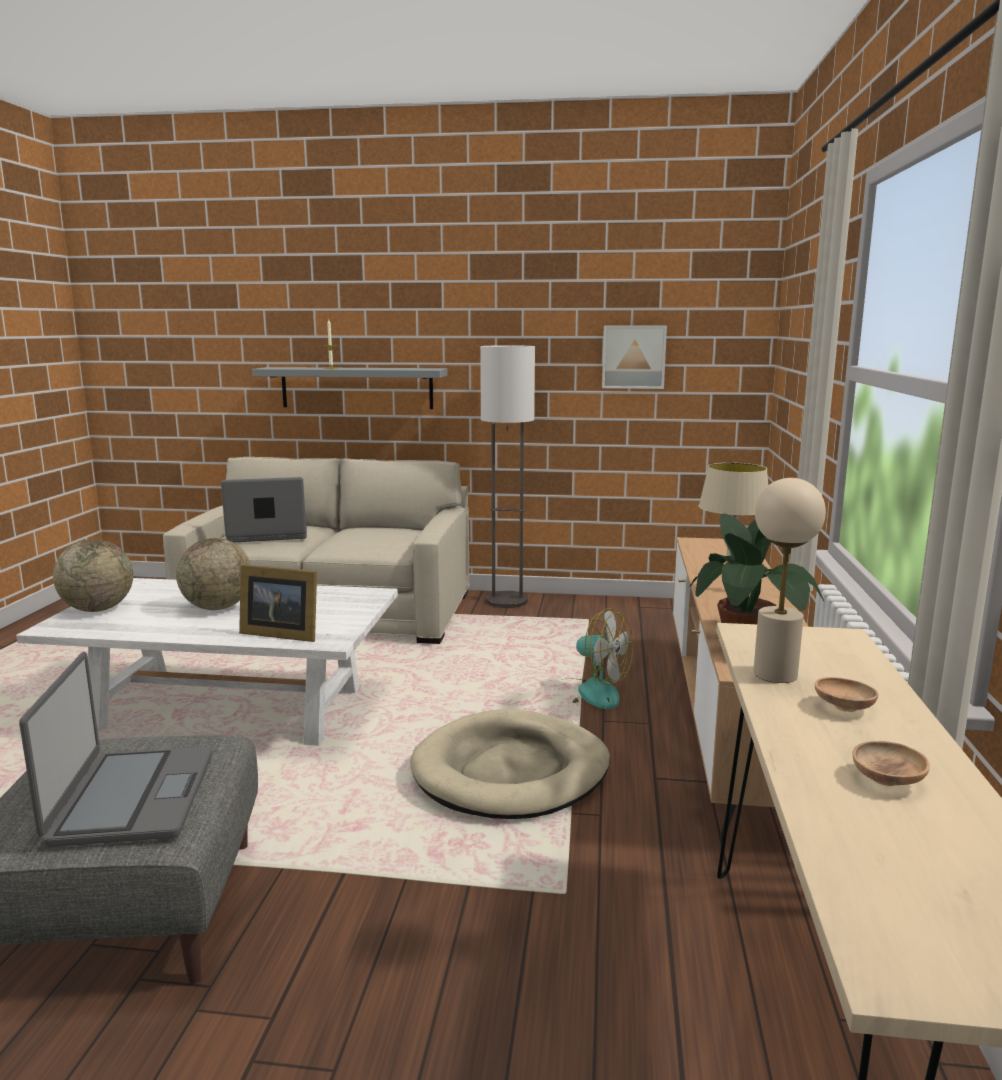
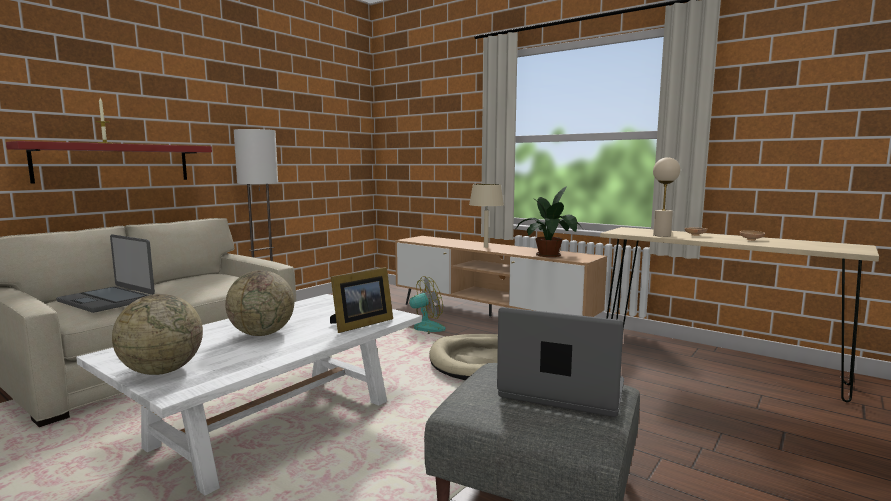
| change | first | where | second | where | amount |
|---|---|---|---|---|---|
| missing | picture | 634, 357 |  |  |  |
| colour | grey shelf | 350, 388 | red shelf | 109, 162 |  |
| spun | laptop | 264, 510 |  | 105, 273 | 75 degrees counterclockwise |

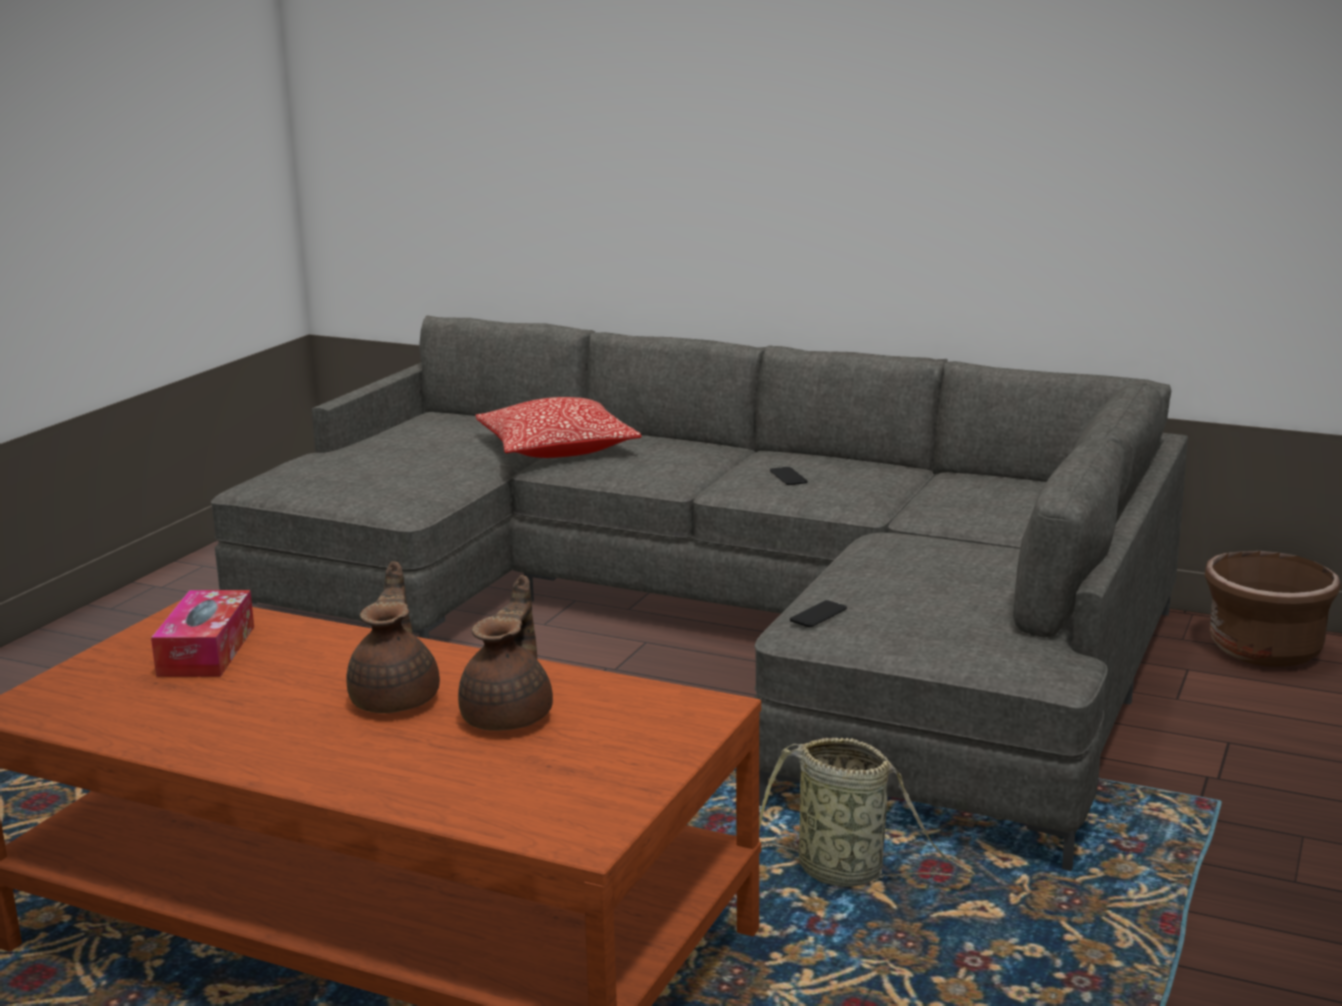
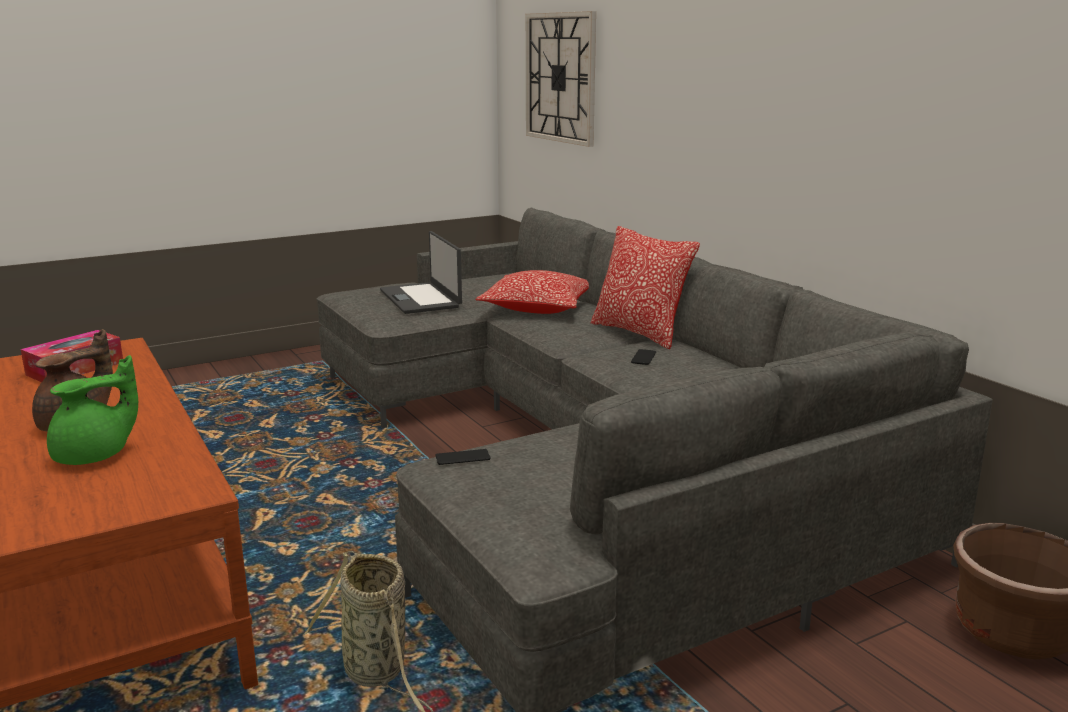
| change | first | where | second | where | amount |
|---|---|---|---|---|---|
| colour | brown teapot | 505, 653 | green teapot | 92, 410 |  |
| appeared |  |  | wall clock | 561, 79 |  |
| appeared |  |  | pillow | 645, 288 |  |
| appeared |  |  | laptop | 421, 272 |  |

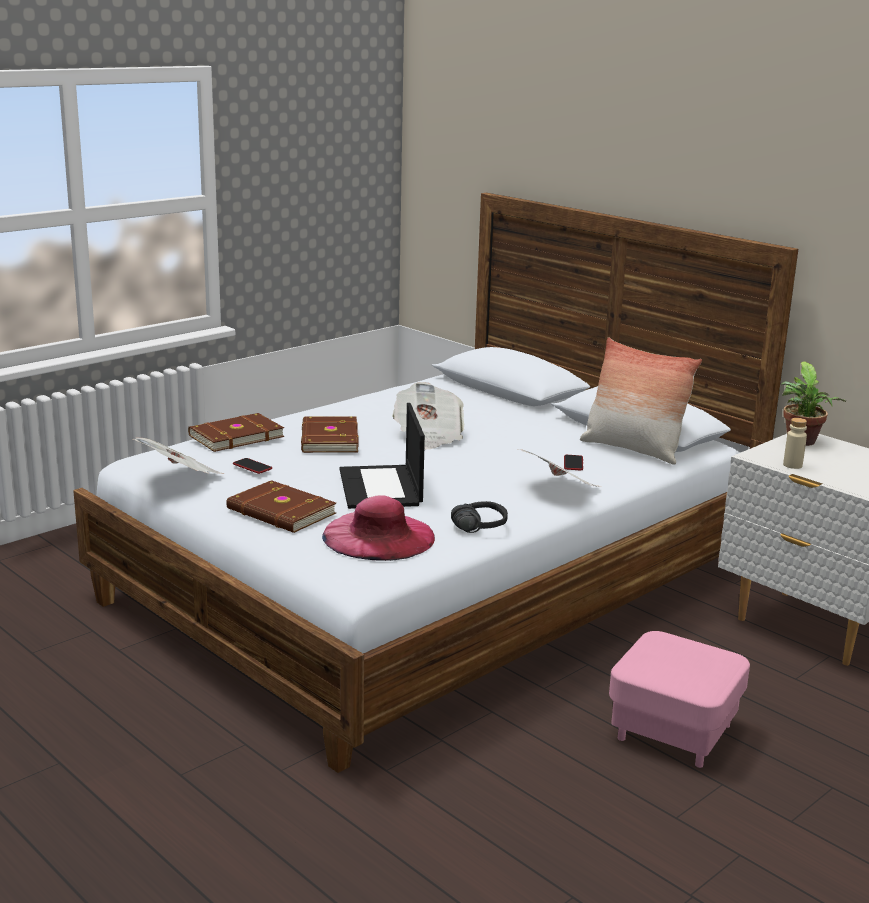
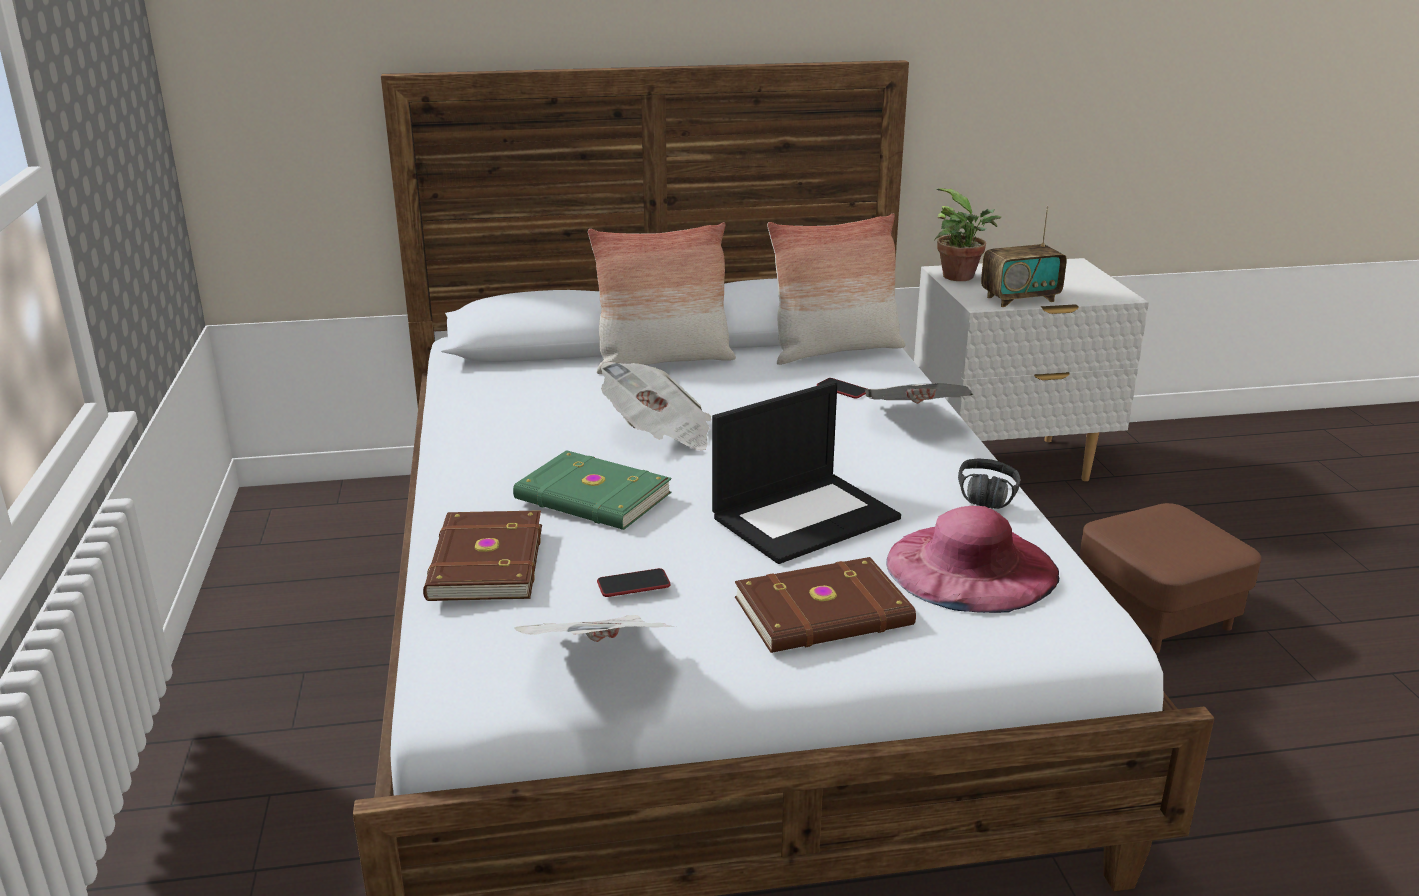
| change | first | where | second | where | amount |
|---|---|---|---|---|---|
| spun | laptop | 382, 456 |  | 806, 472 | 60 degrees counterclockwise |
| colour | brown book | 329, 434 | green book | 592, 490 |  |
| exchanged | beige bottle | 795, 443 | radio | 1024, 256 |  |
| colour | pink ottoman | 679, 699 | brown ottoman | 1170, 578 |  |
| appeared |  |  | pillow | 662, 298 |  |

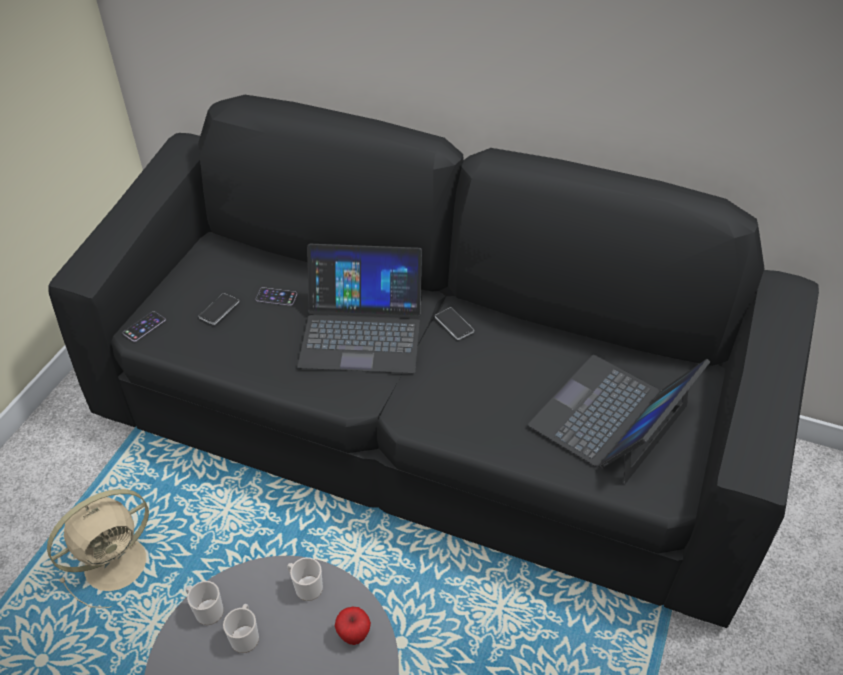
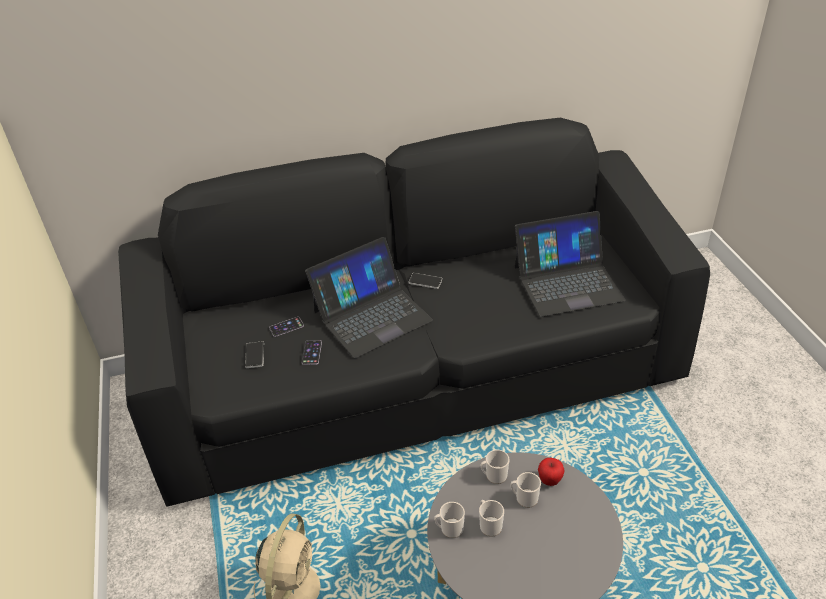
| change | first | where | second | where | amount |
|---|---|---|---|---|---|
| relocated | phone | 144, 326 |  | 312, 352 |  |
| spun | laptop | 619, 419 |  | 570, 264 | 105 degrees counterclockwise |
| appeared |  |  | mug | 526, 490 |  |

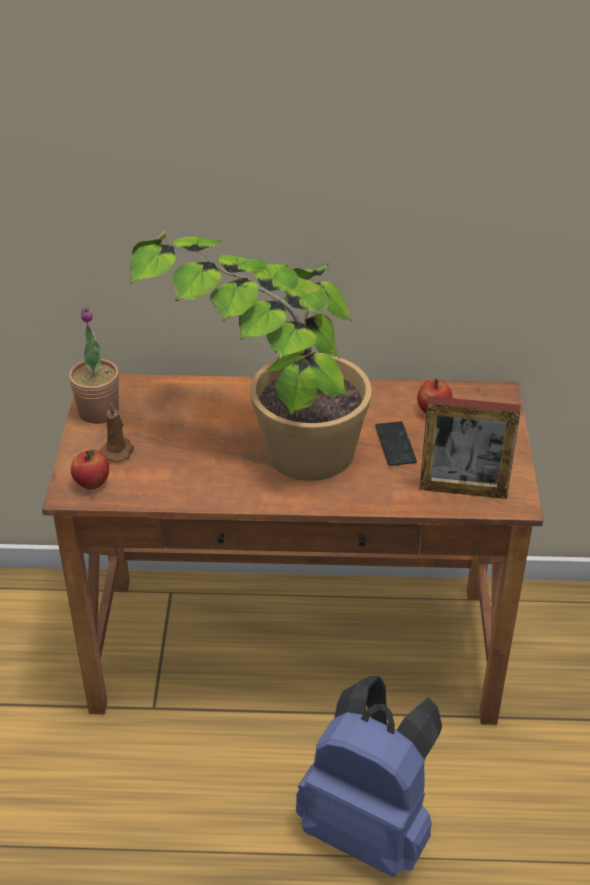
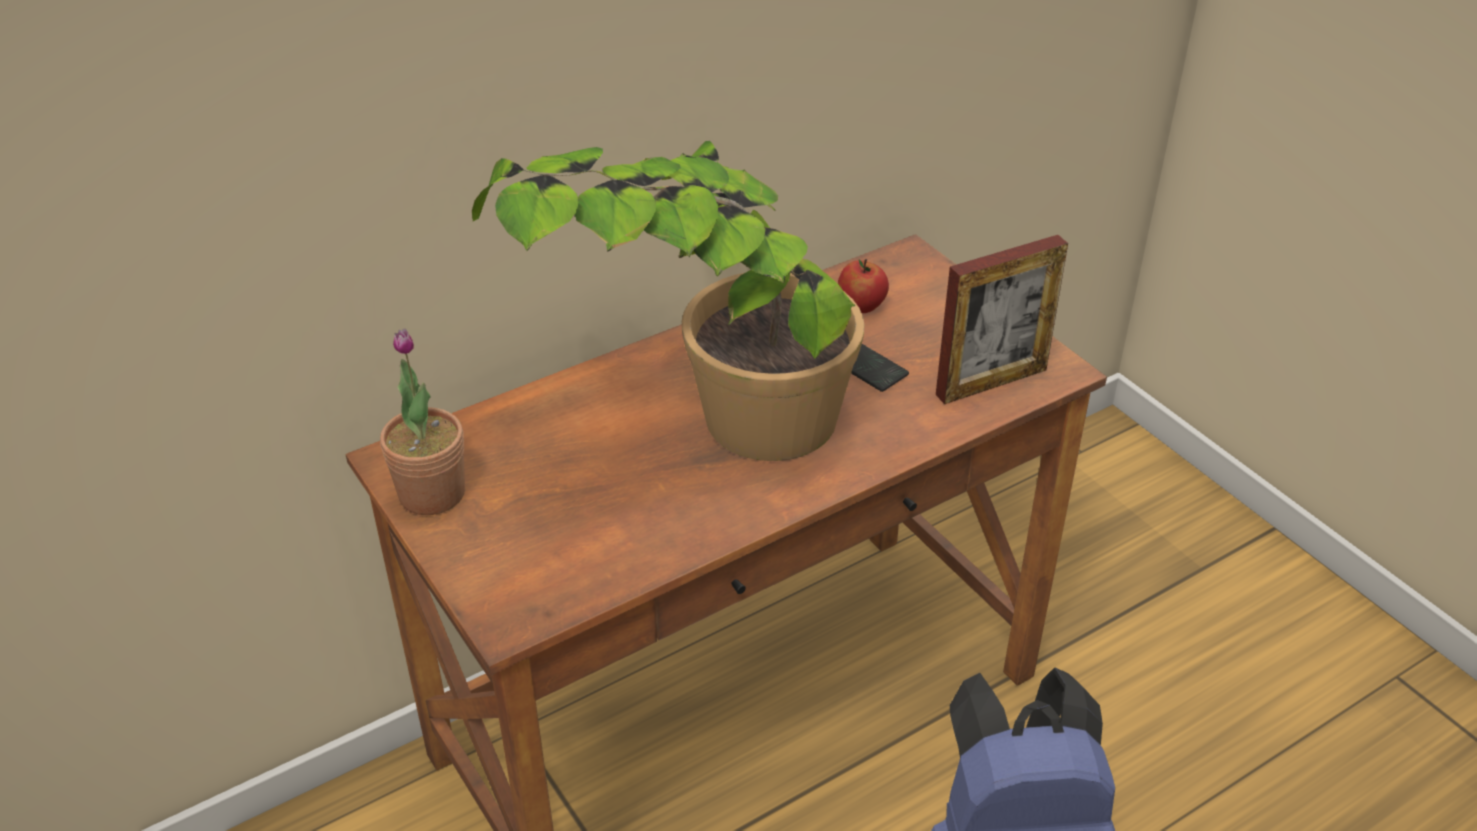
| change | first | where | second | where | amount |
|---|---|---|---|---|---|
| missing | brown candle | 117, 433 |  |  |  |
| missing | apple | 90, 470 |  |  |  |

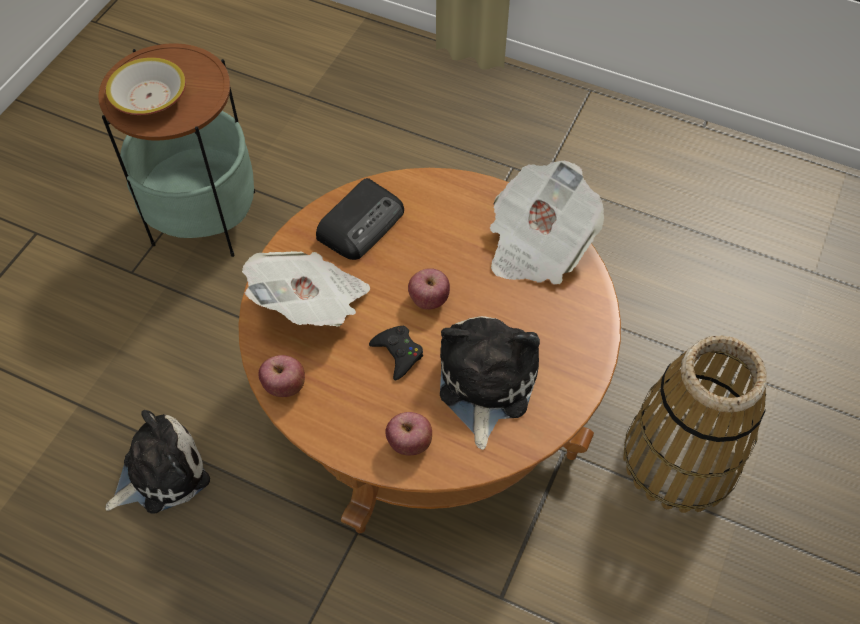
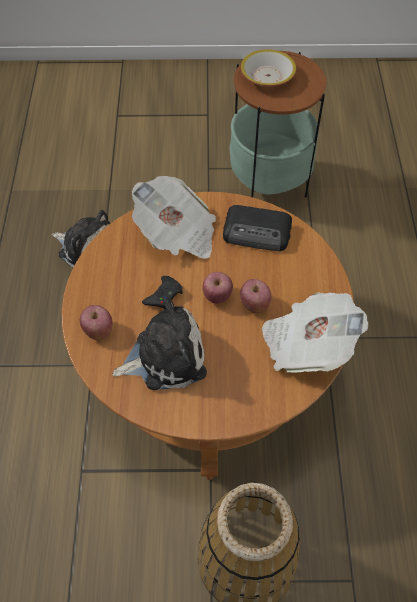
| change | first | where | second | where | amount |
|---|---|---|---|---|---|
| relocated | apple | 281, 376 |  | 255, 296 |  |

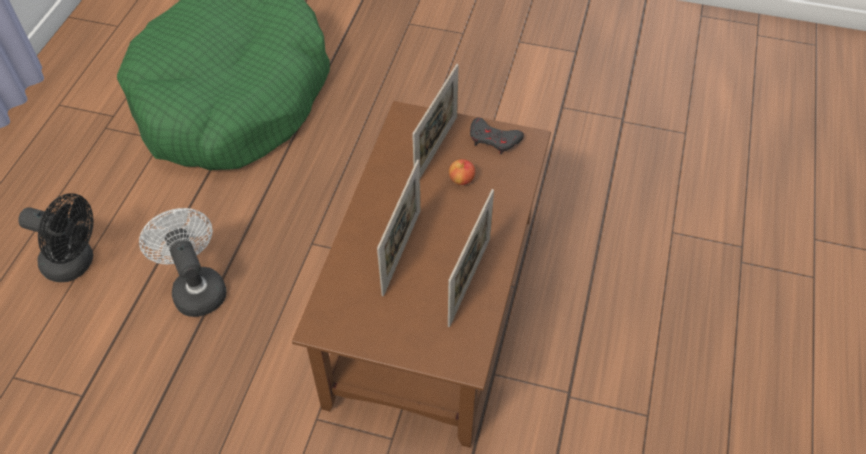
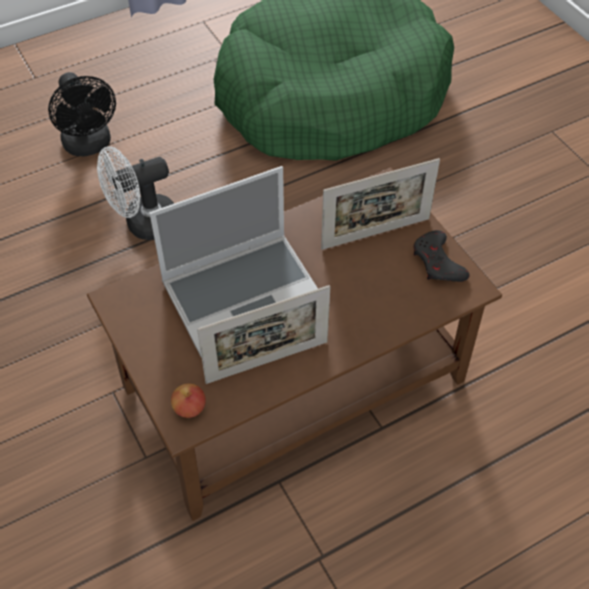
| change | first | where | second | where | amount |
|---|---|---|---|---|---|
| relocated | apple | 462, 172 |  | 188, 401 |  |
| exchanged | picture frame | 399, 228 | laptop | 233, 262 |  |
| spun | white fan | 182, 262 |  | 135, 193 | 135 degrees counterclockwise |

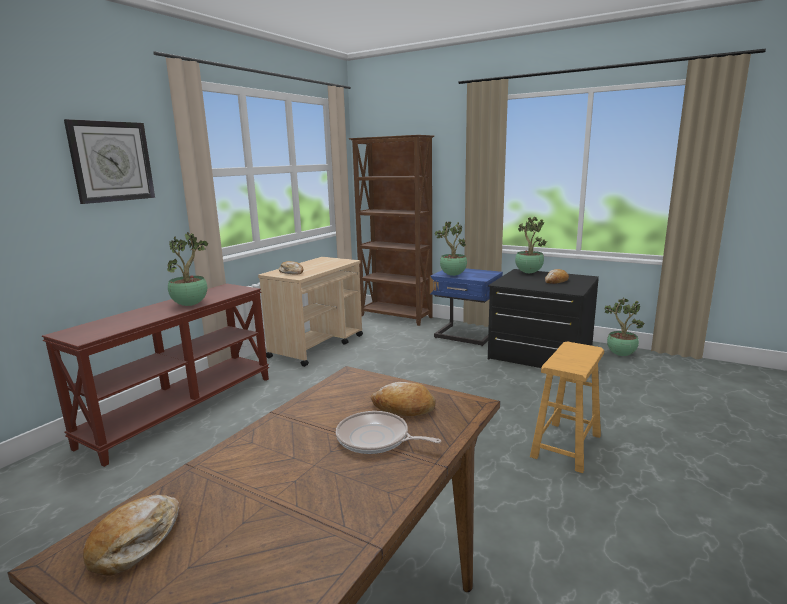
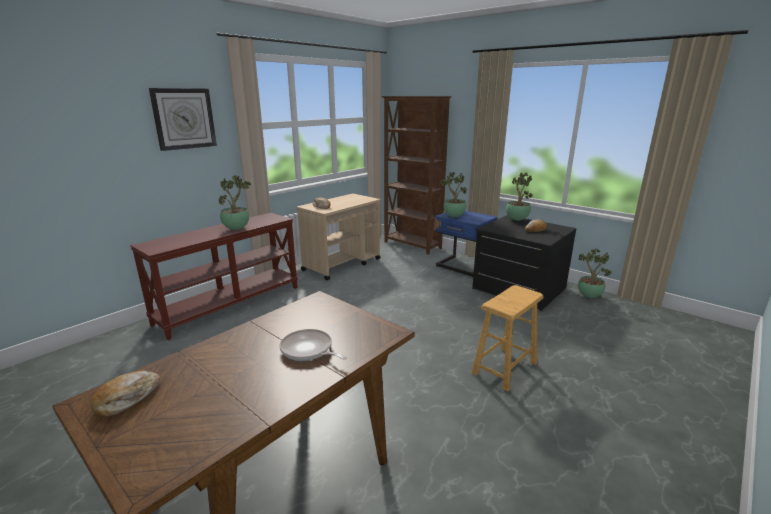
| change | first | where | second | where | amount |
|---|---|---|---|---|---|
| missing | bread | 403, 399 |  |  |  |

